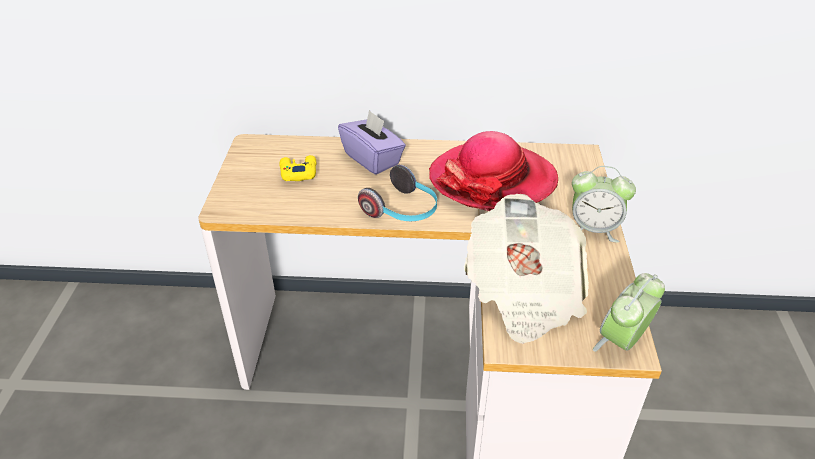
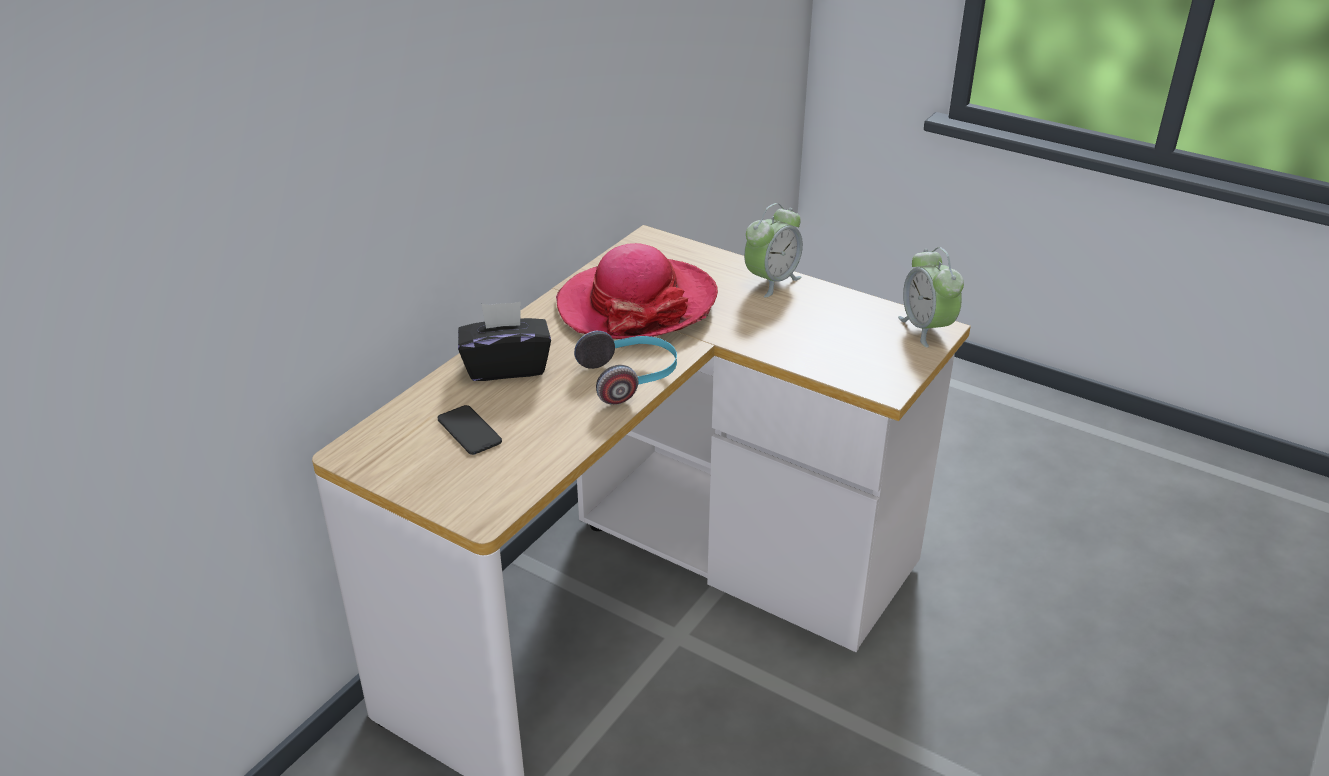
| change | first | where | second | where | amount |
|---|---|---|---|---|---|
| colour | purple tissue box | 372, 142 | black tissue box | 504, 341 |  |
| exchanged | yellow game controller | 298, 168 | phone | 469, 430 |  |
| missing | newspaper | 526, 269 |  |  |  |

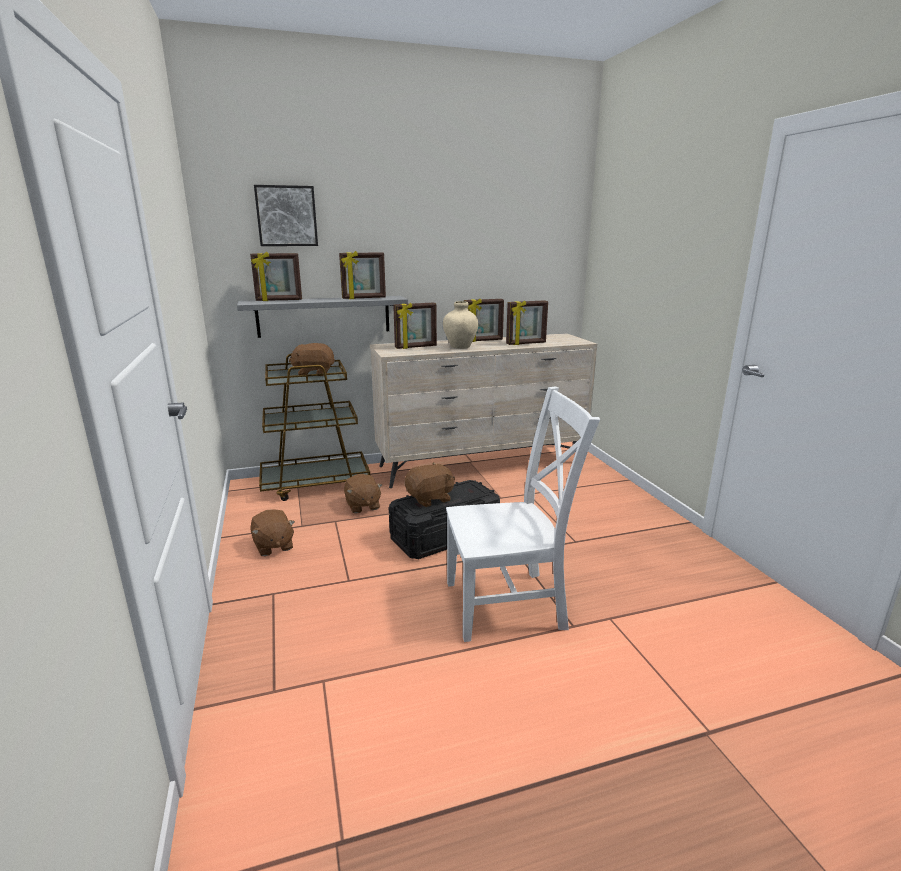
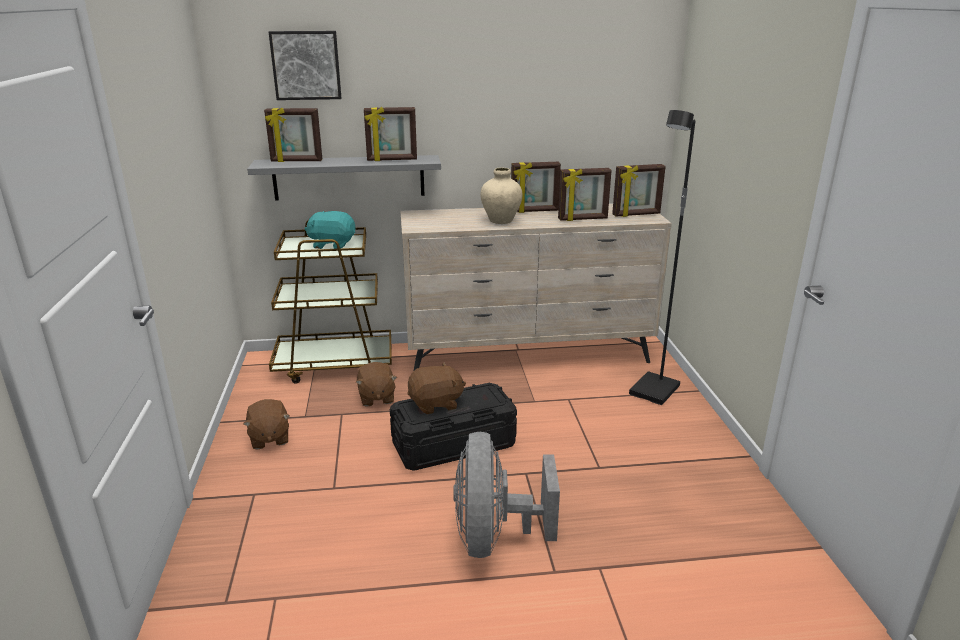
| change | first | where | second | where | amount |
|---|---|---|---|---|---|
| relocated | picture frame | 415, 325 |  | 639, 190 |  |
| colour | brown plush toy | 311, 359 | turquoise plush toy | 330, 230 |  |
| exchanged | white chair | 523, 514 | grey fan | 506, 495 |  |
| appeared |  |  | black floor lamp | 662, 257 |  |

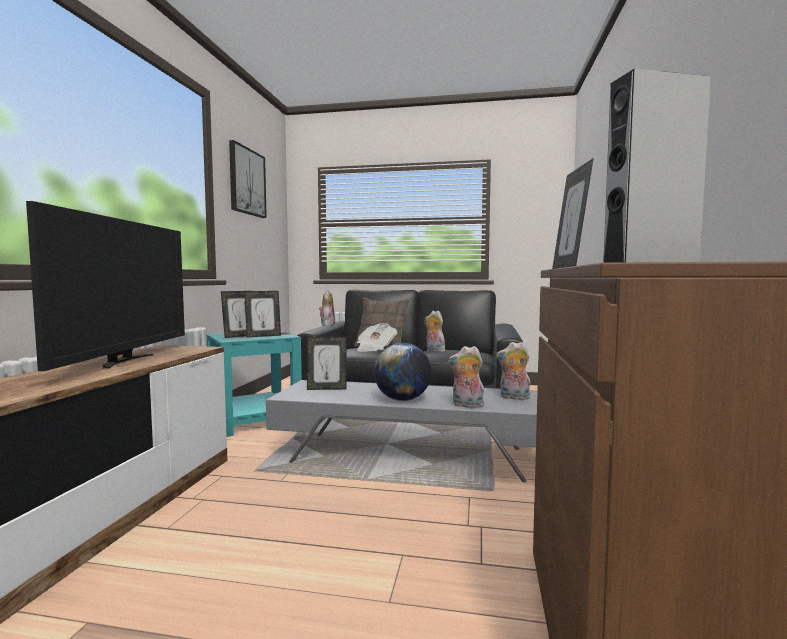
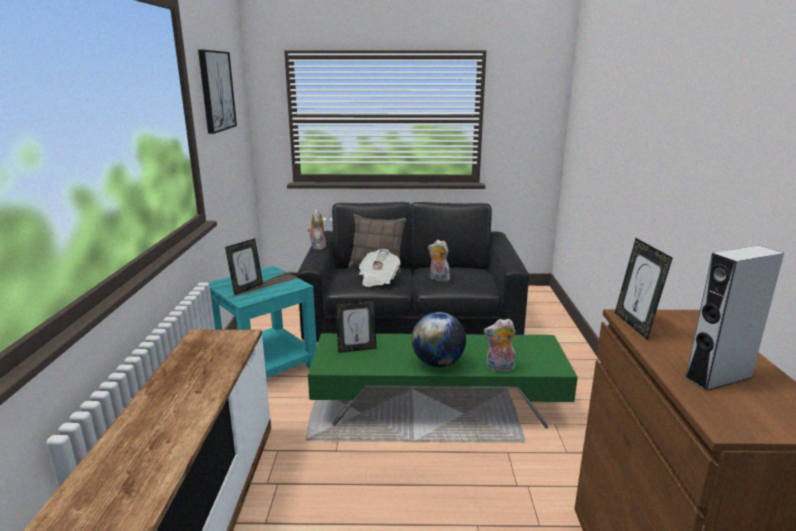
| change | first | where | second | where | amount |
|---|---|---|---|---|---|
| missing | television | 105, 286 |  |  |  |
| missing | picture frame | 262, 314 |  |  |  |
| missing | plush toy | 513, 371 |  |  |  |
| colour | grey coffee table | 402, 431 | green coffee table | 443, 380 |  |

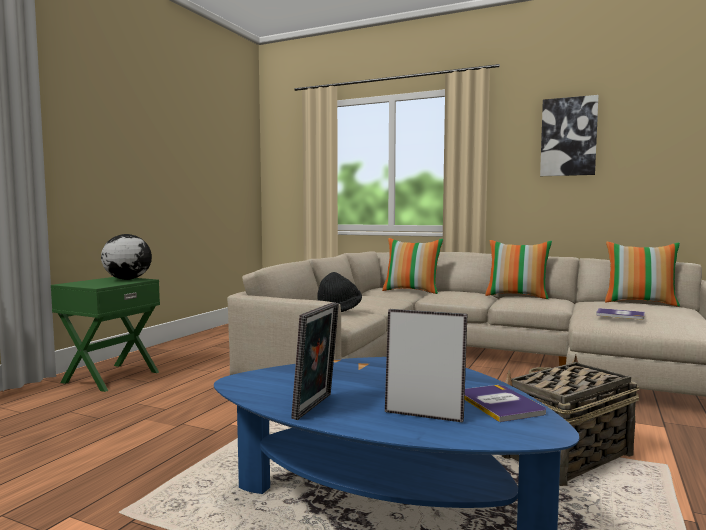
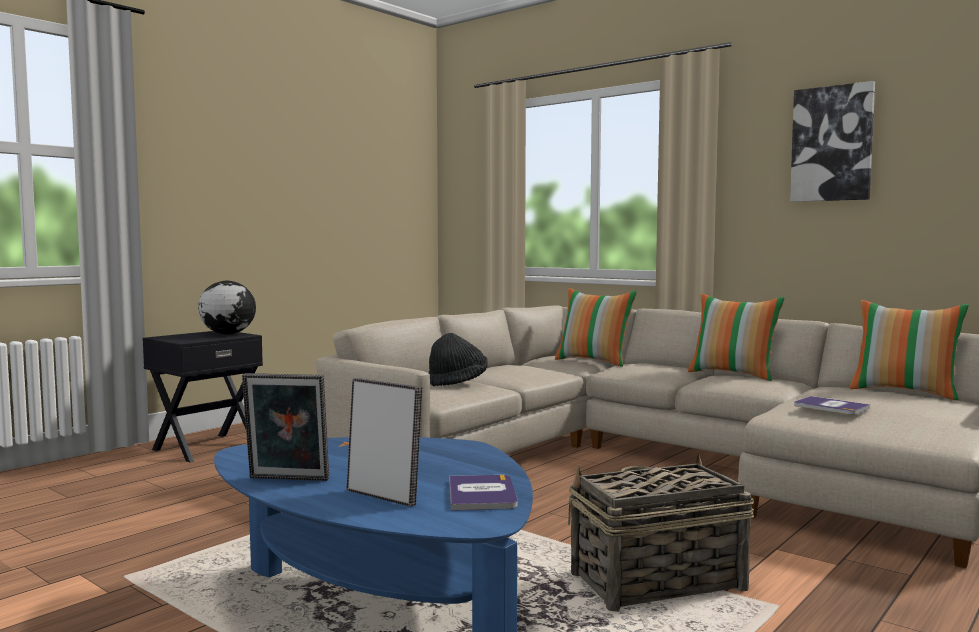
| change | first | where | second | where | amount |
|---|---|---|---|---|---|
| colour | green nightstand | 105, 334 | black nightstand | 203, 397 |  |
| spun | picture frame | 315, 361 |  | 285, 427 | 60 degrees clockwise |

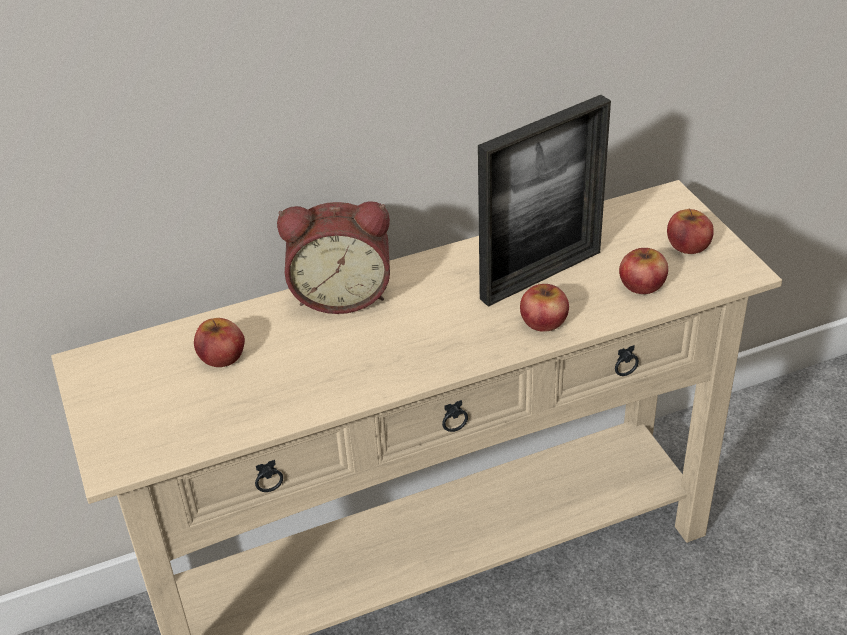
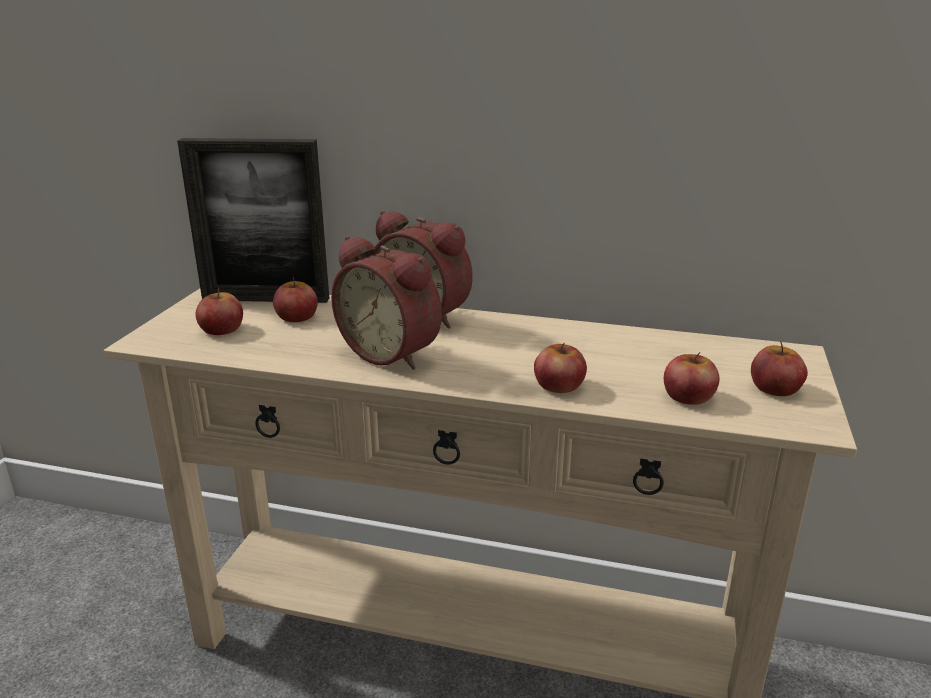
| change | first | where | second | where | amount |
|---|---|---|---|---|---|
| relocated | picture frame | 544, 201 |  | 253, 220 |  |
| appeared |  |  | alarm clock | 386, 303 |  |
| appeared |  |  | apple | 219, 311 |  |

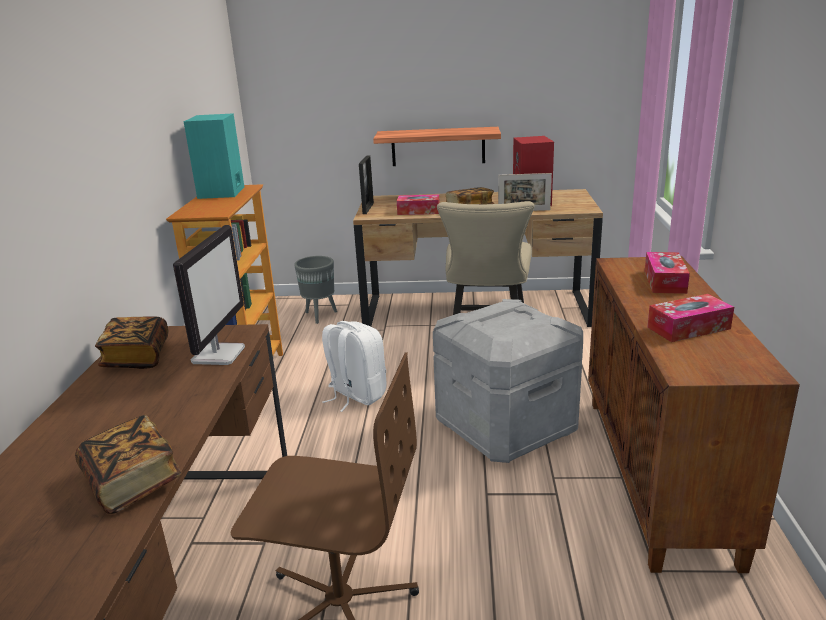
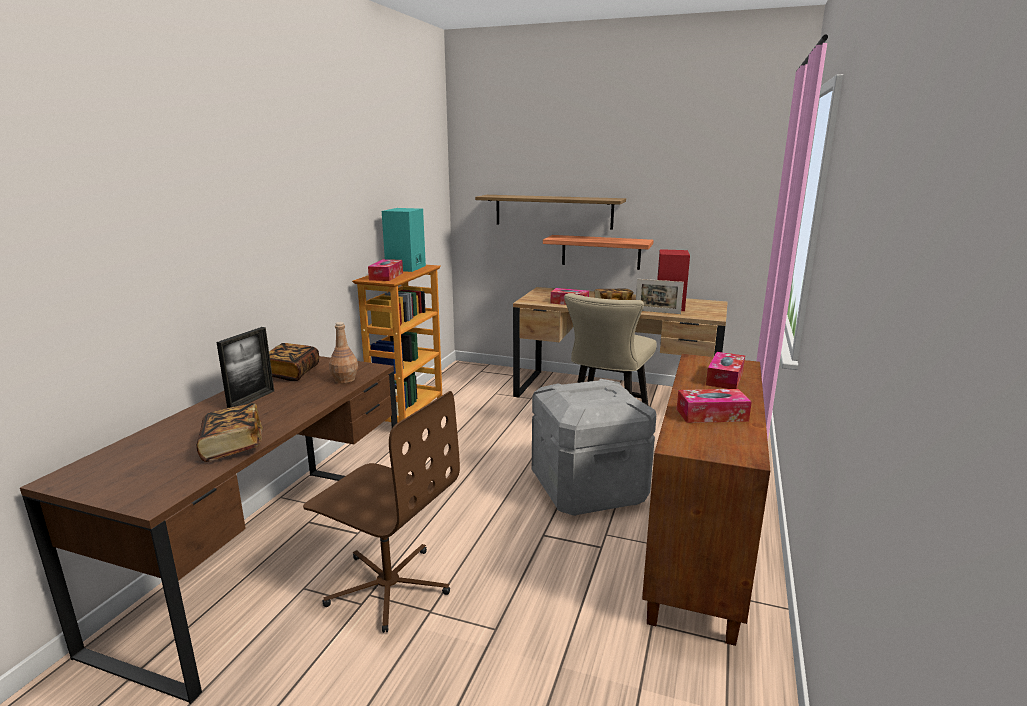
| change | first | where | second | where | amount |
|---|---|---|---|---|---|
| relocated | picture frame | 366, 184 |  | 245, 367 |  |
| exchanged | monitor | 209, 295 | brown bottle | 343, 352 |  |
| missing | grey planter | 315, 290 |  |  |  |
| missing | white backpack | 354, 366 |  |  |  |
| appeared |  |  | shelf | 550, 212 |  |
| appeared |  |  | tissue box | 385, 270 |  |

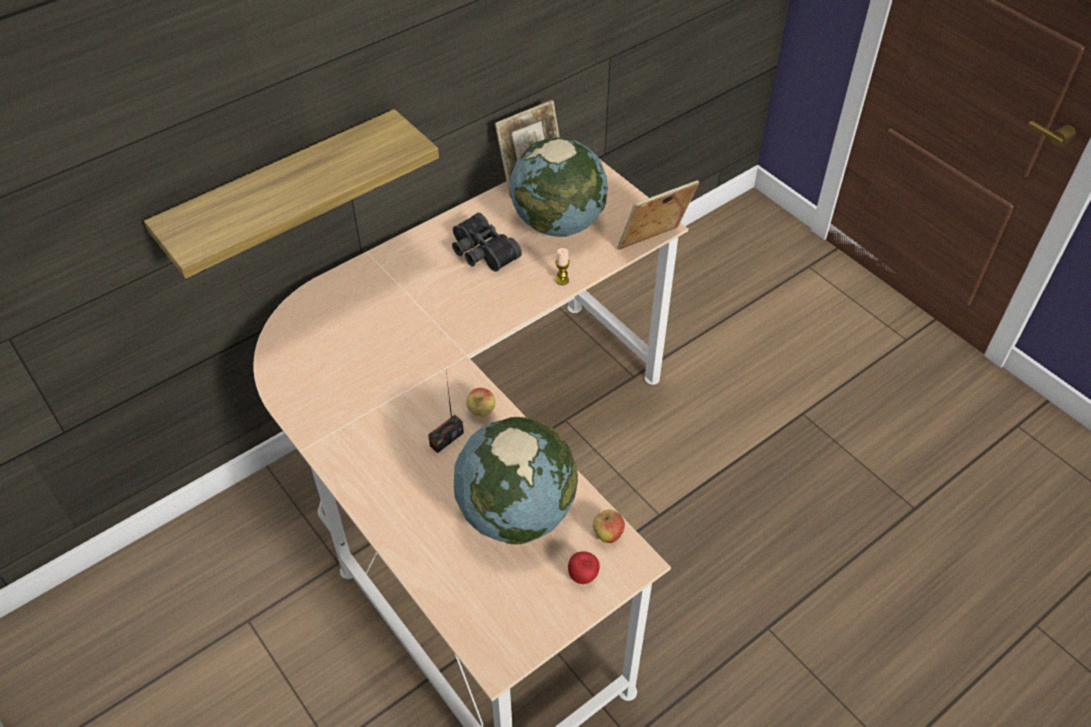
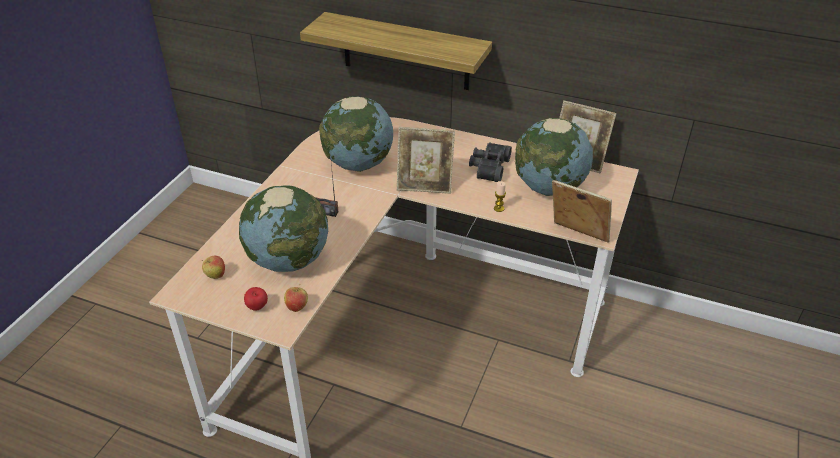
| change | first | where | second | where | amount |
|---|---|---|---|---|---|
| relocated | apple | 480, 402 |  | 213, 267 |  |
| appeared |  |  | globe | 356, 134 |  |
| appeared |  |  | picture frame | 426, 160 |  |

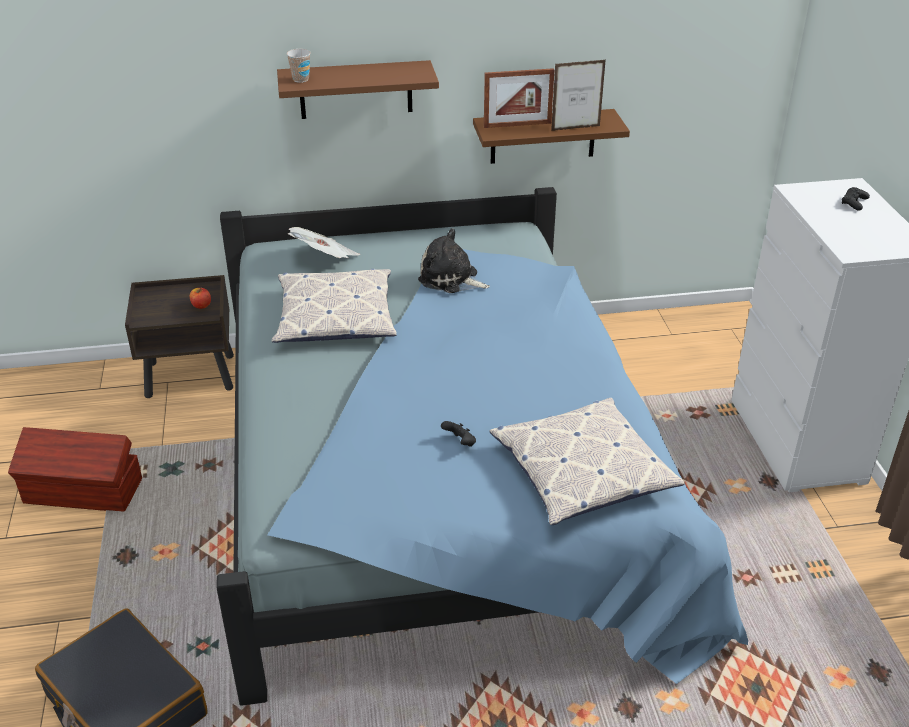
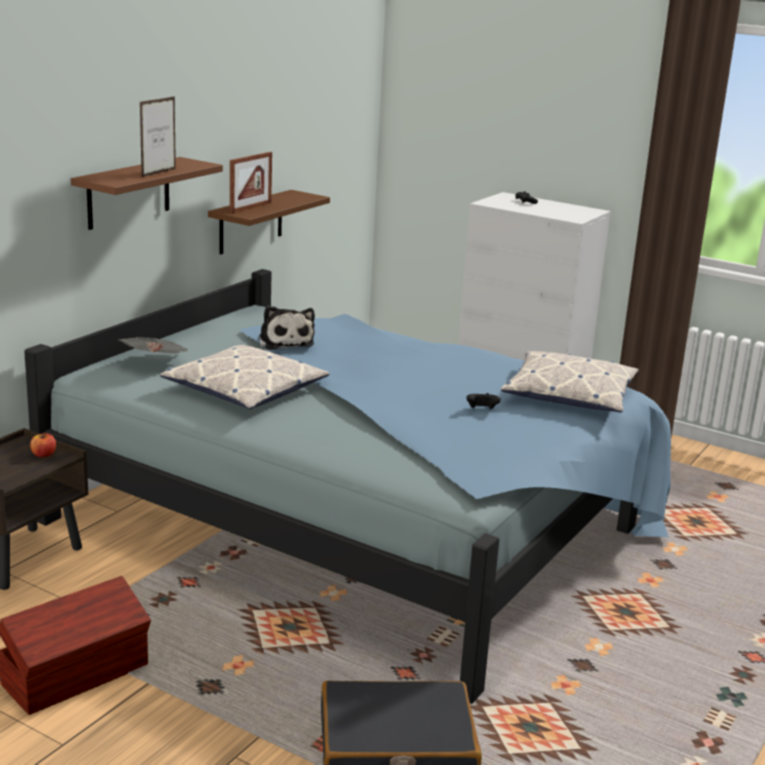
| change | first | where | second | where | amount |
|---|---|---|---|---|---|
| missing | cup | 299, 66 |  |  |  |
| relocated | picture frame | 578, 95 |  | 158, 136 |  |
| spun | plush toy | 454, 260 |  | 286, 328 | 90 degrees counterclockwise |

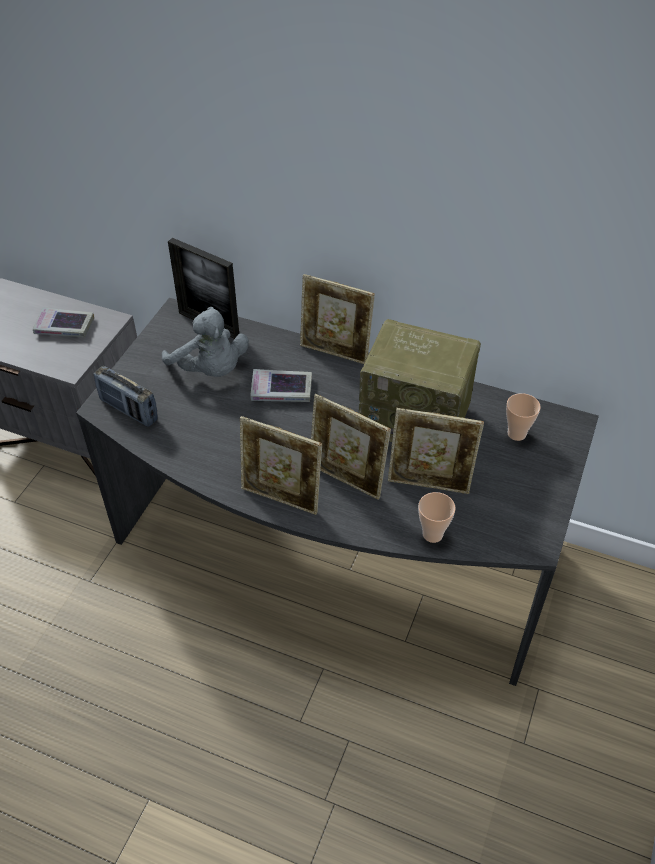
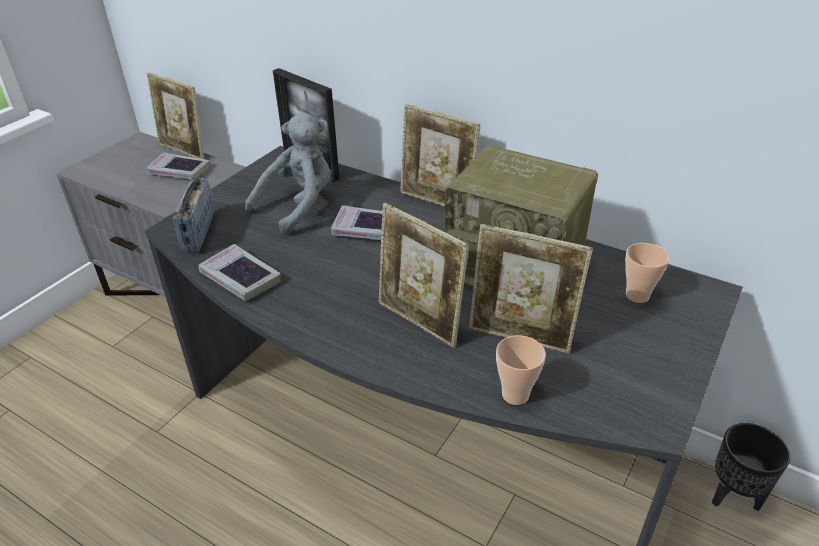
| change | first | where | second | where | amount |
|---|---|---|---|---|---|
| spun | grey plush toy | 205, 342 |  | 288, 173 | 105 degrees counterclockwise |
| spun | radio | 125, 396 |  | 194, 215 | 45 degrees clockwise |
| relocated | picture frame | 281, 465 |  | 175, 115 |  |
| appeared |  |  | book | 240, 272 |  |
| appeared |  |  | black planter | 751, 467 |  |

